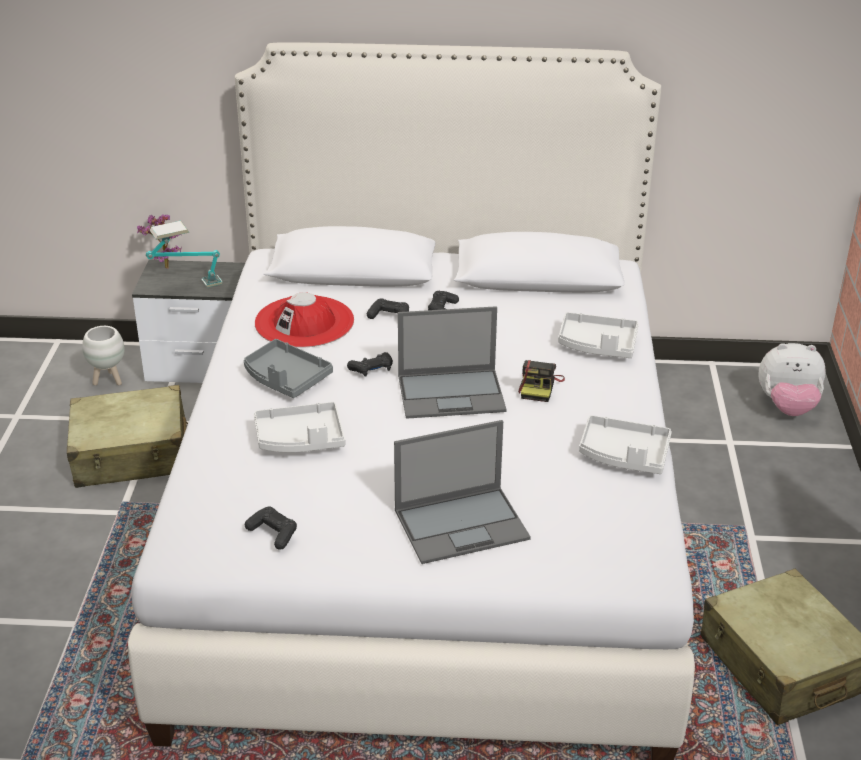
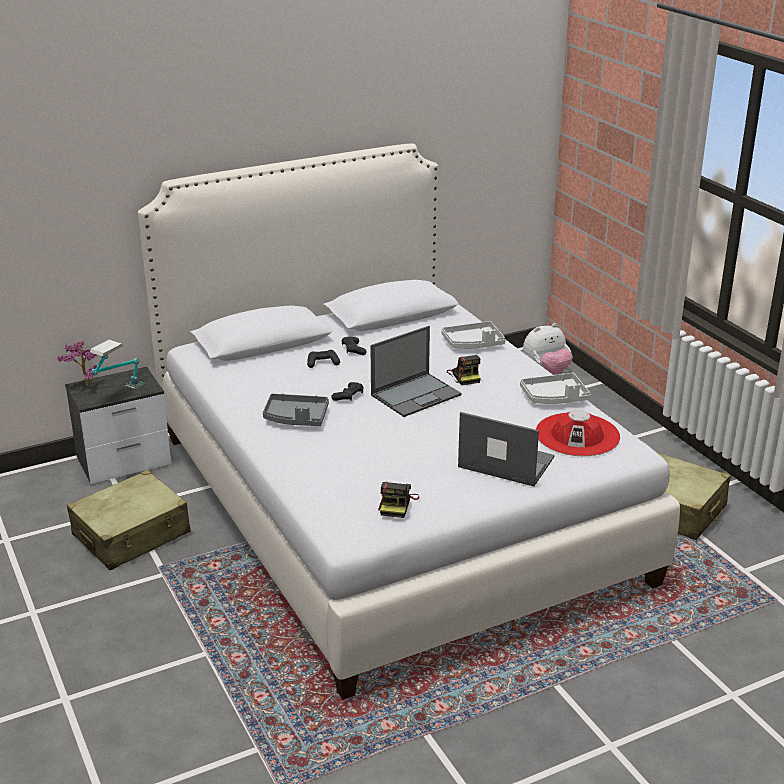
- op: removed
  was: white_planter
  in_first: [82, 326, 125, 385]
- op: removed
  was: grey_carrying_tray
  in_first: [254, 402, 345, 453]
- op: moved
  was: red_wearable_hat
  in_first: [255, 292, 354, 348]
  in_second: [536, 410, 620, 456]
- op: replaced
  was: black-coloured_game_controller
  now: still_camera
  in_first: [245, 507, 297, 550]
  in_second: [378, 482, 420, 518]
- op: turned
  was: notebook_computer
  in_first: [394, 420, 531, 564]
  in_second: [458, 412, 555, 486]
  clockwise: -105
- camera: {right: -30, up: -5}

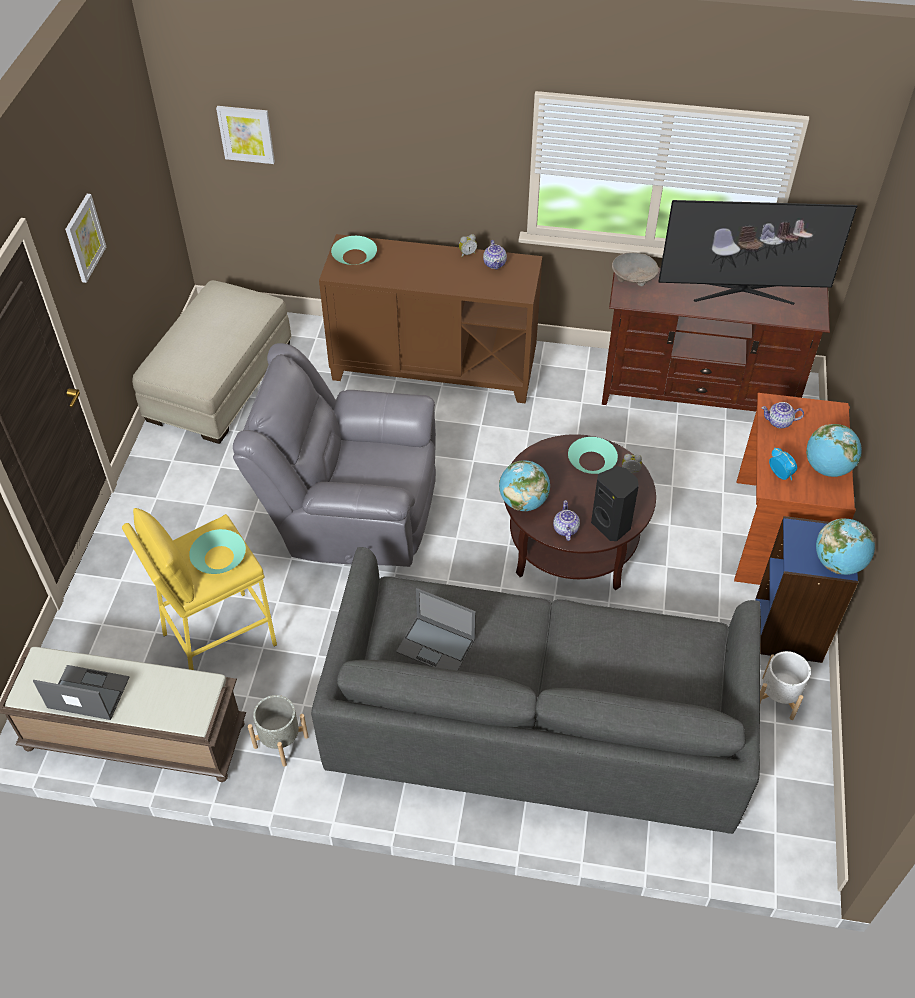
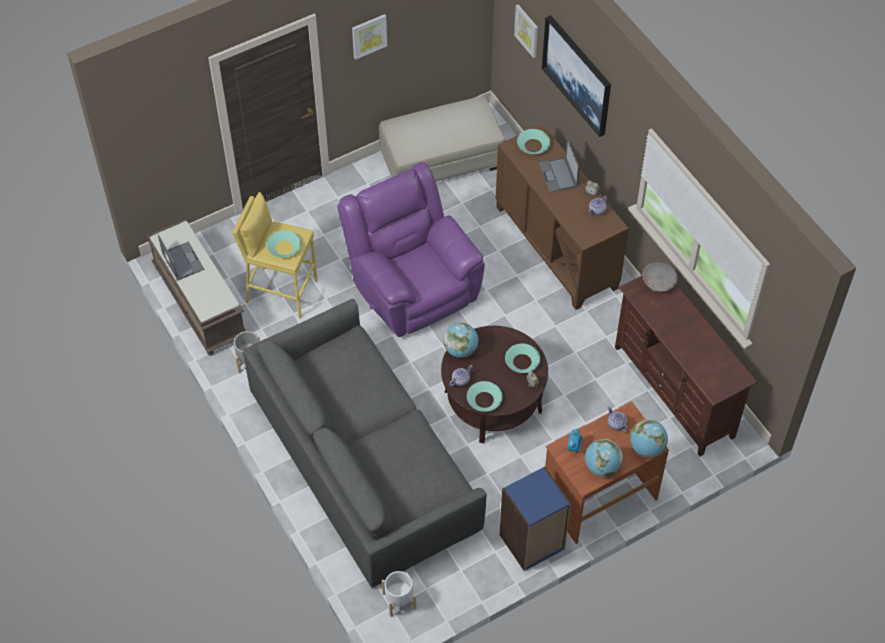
- op: removed
  was: TV
  in_first: [658, 200, 857, 305]
- op: added
  now: picture
  in_second: [542, 15, 611, 137]
- op: moved
  was: notebook_computer
  in_first: [396, 588, 476, 671]
  in_second: [539, 138, 580, 193]
- op: moved
  was: white_planter
  in_first: [760, 651, 811, 720]
  in_second: [382, 571, 416, 617]
- op: moved
  was: desk_globe
  in_first: [816, 518, 875, 575]
  in_second: [630, 420, 668, 457]
- op: replaced
  was: black-coloured_speaker
  now: turquoise-coloured_deep_dish
  in_first: [591, 466, 639, 541]
  in_second: [467, 381, 503, 412]
- op: recoloured
  was: grey_easy_chair
  now: purplish_easy_chair
  in_first: [233, 343, 436, 567]
  in_second: [337, 162, 485, 337]
- camera: {right: 50, up: 5}

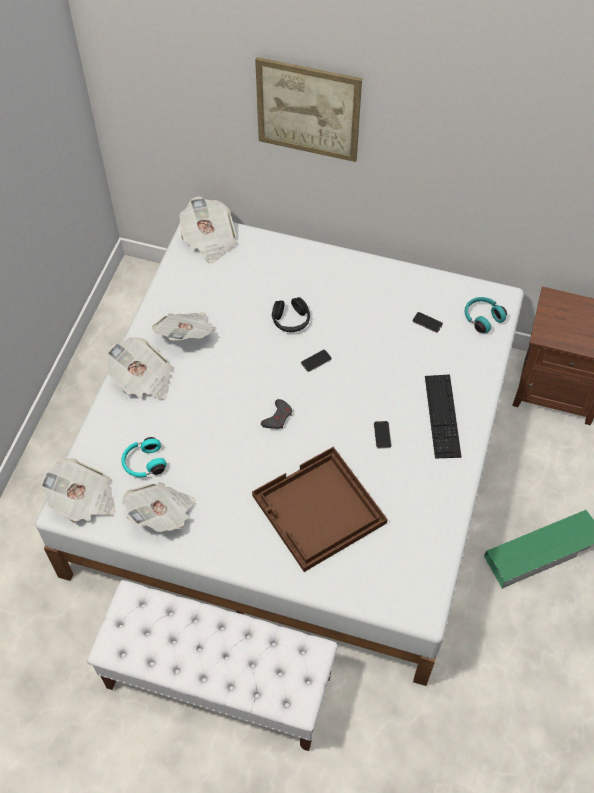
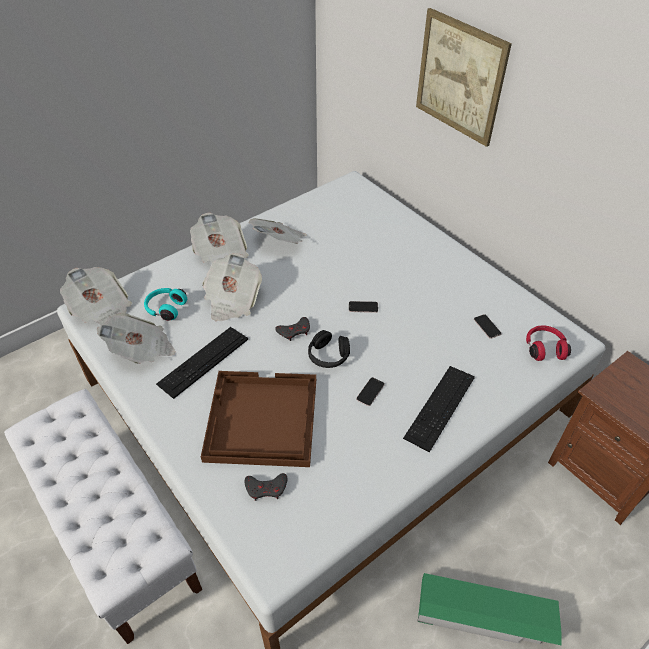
- op: added
  now: PC_keyboard
  in_second: [156, 327, 248, 399]
- op: added
  now: grey_game_controller
  in_second: [245, 473, 287, 501]
- op: moved
  was: newspaper
  in_first: [179, 196, 237, 263]
  in_second: [202, 253, 262, 321]
- op: moved
  was: black-coloured_pair_of_headphones
  in_first: [272, 297, 310, 332]
  in_second: [308, 330, 350, 368]
- op: recoloured
  was: turquoise-coloured_pair_of_headphones
  now: red_pair_of_headphones
  in_first: [465, 297, 507, 333]
  in_second: [526, 326, 571, 361]
- camera: {right: 35, up: -10}

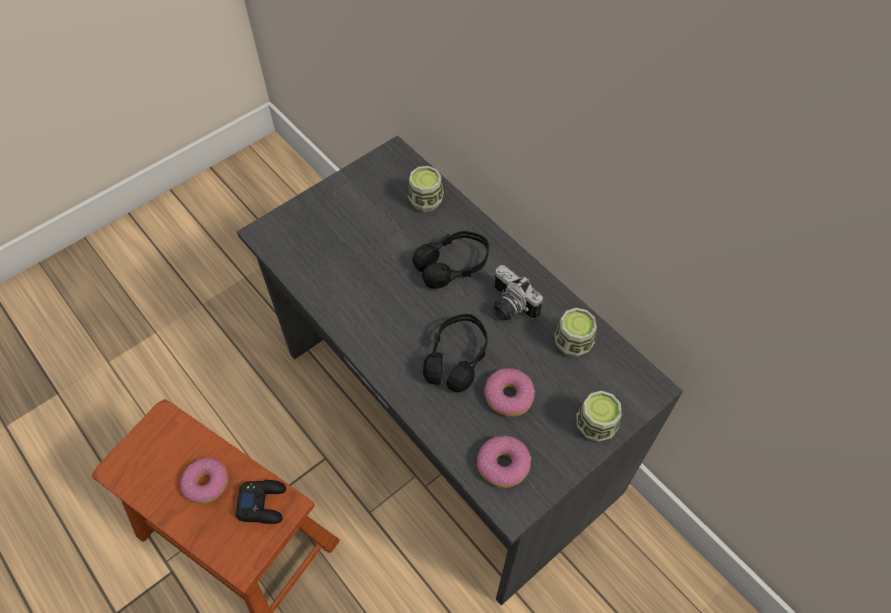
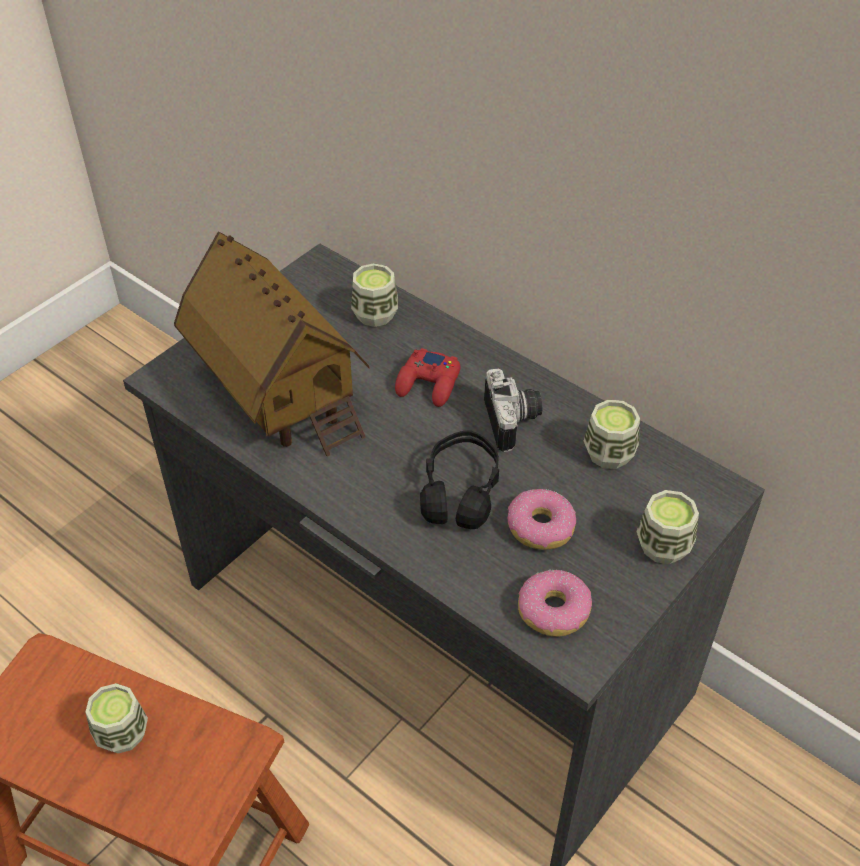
- op: removed
  was: black-coloured_game_controller
  in_first: [235, 480, 286, 524]
- op: added
  now: toy_house
  in_second: [174, 231, 370, 457]
- op: replaced
  was: donut
  now: small_cup
  in_first: [180, 458, 228, 504]
  in_second: [86, 683, 148, 753]
- op: replaced
  was: black-coloured_pair_of_headphones
  now: red_game_controller
  in_first: [412, 231, 489, 289]
  in_second: [395, 348, 460, 407]
- op: turned
  was: still_camera
  in_first: [493, 265, 543, 321]
  in_second: [484, 369, 542, 452]
  clockwise: -135
- camera: {right: -10, up: -10}

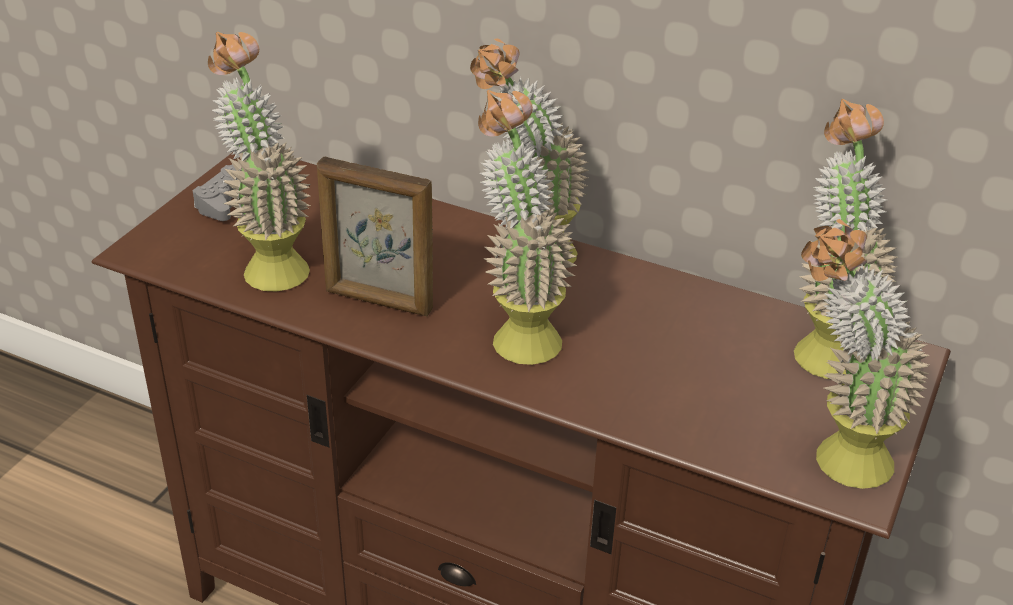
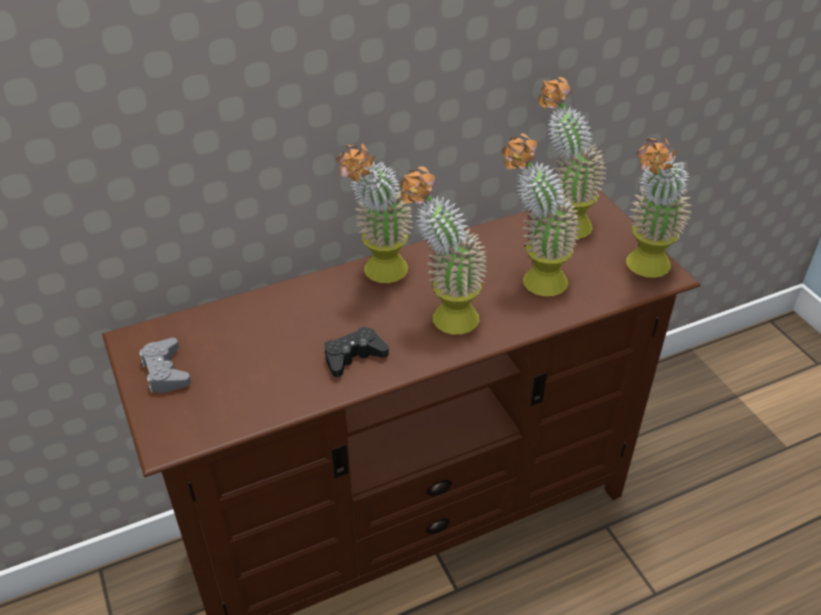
- op: moved
  was: houseplant
  in_first: [208, 32, 311, 291]
  in_second: [502, 134, 581, 296]
- op: replaced
  was: picture_frame
  now: black-coloured_game_controller
  in_first: [317, 156, 433, 316]
  in_second: [325, 326, 389, 377]
- camera: {right: -50, up: 5}

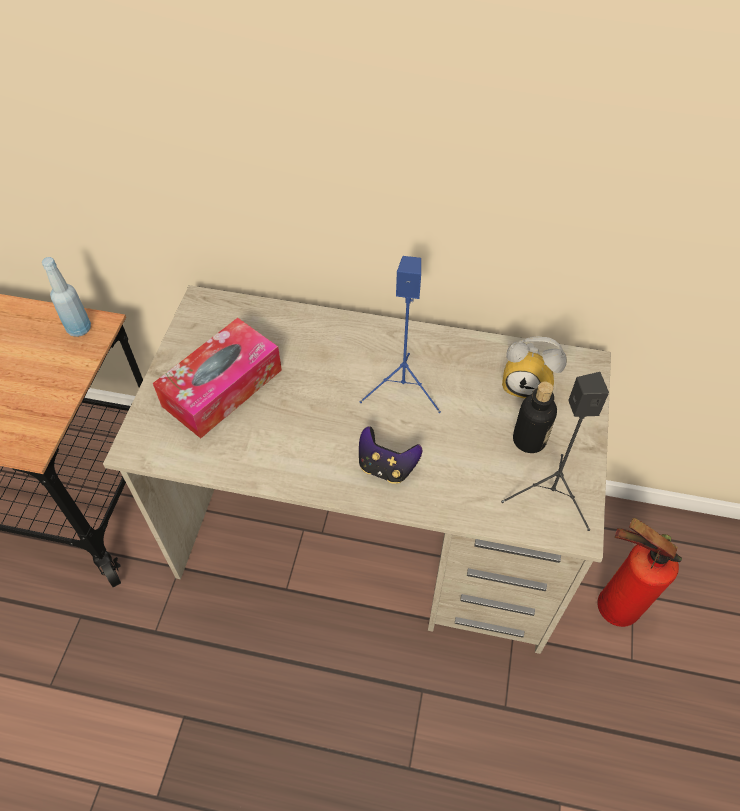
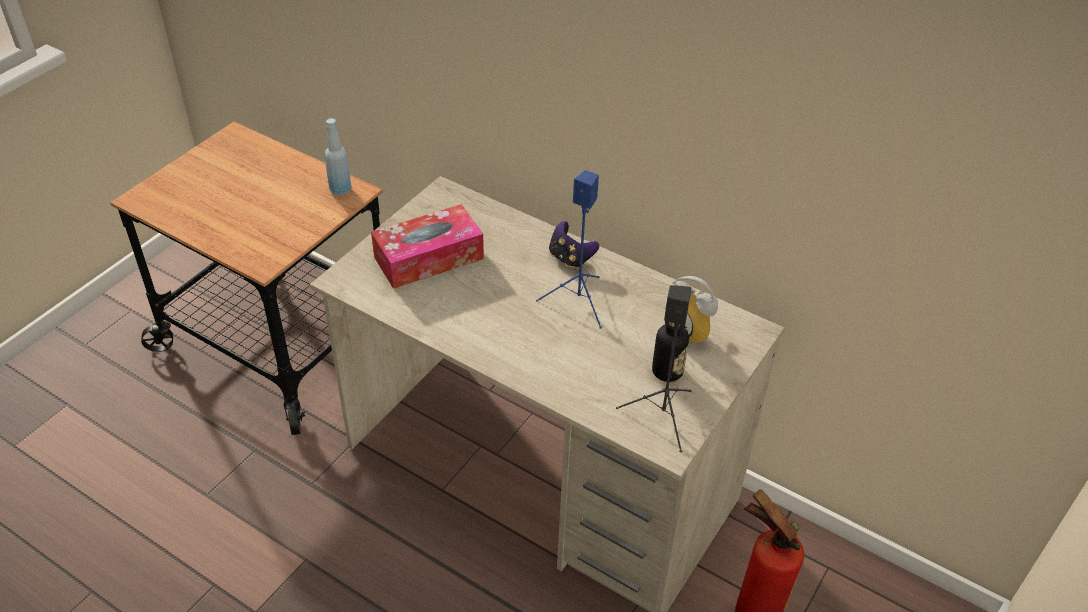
- op: moved
  was: game_controller
  in_first: [359, 426, 422, 484]
  in_second: [549, 221, 599, 270]
- camera: {right: 20, up: -10}

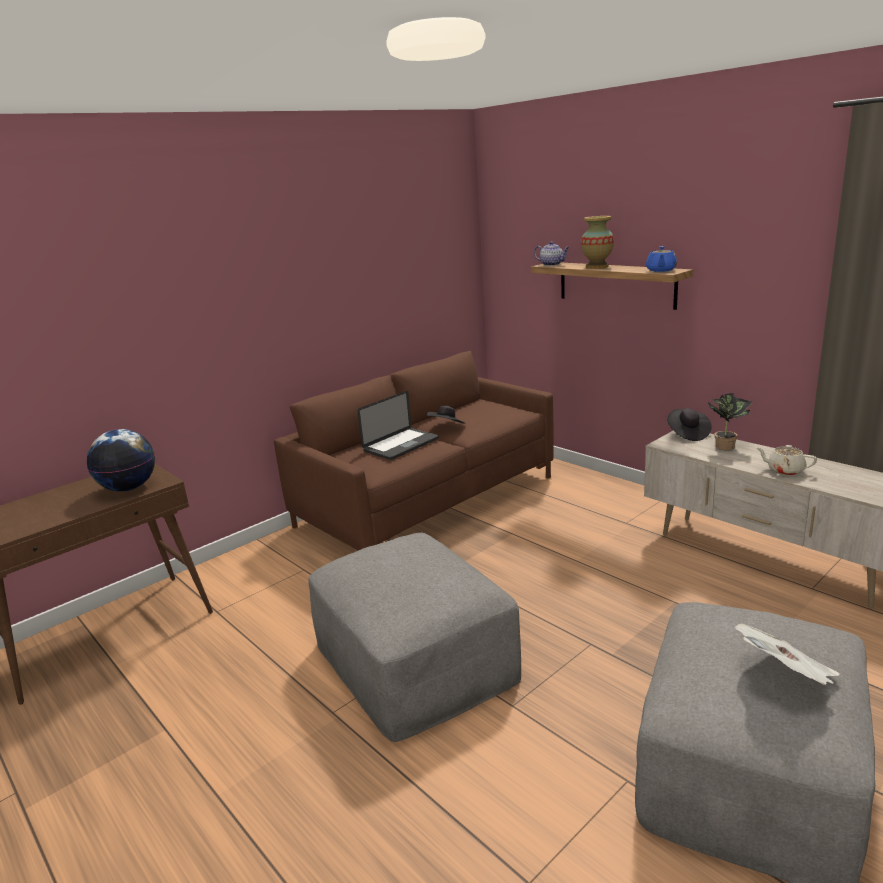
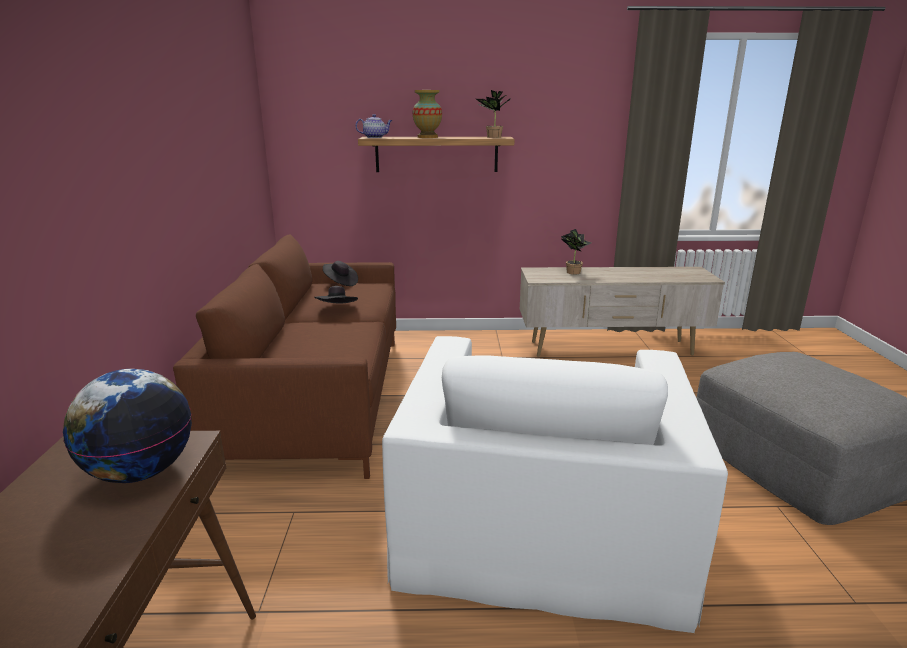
- op: removed
  was: notebook_computer
  in_first: [357, 391, 439, 460]
- op: removed
  was: newspaper
  in_first: [735, 624, 840, 685]
- op: removed
  was: sand-coloured_teapot
  in_first: [756, 445, 817, 476]
- op: moved
  was: black-coloured_wearable_hat
  in_first: [667, 408, 711, 441]
  in_second: [323, 261, 358, 286]
- op: replaced
  was: grey_pouffe
  now: white_easy_chair
  in_first: [308, 533, 521, 742]
  in_second: [382, 336, 728, 633]
- op: replaced
  was: bluish_teapot
  now: houseplant
  in_first: [646, 246, 677, 272]
  in_second: [476, 90, 511, 138]
- camera: {right: -50, up: 0}

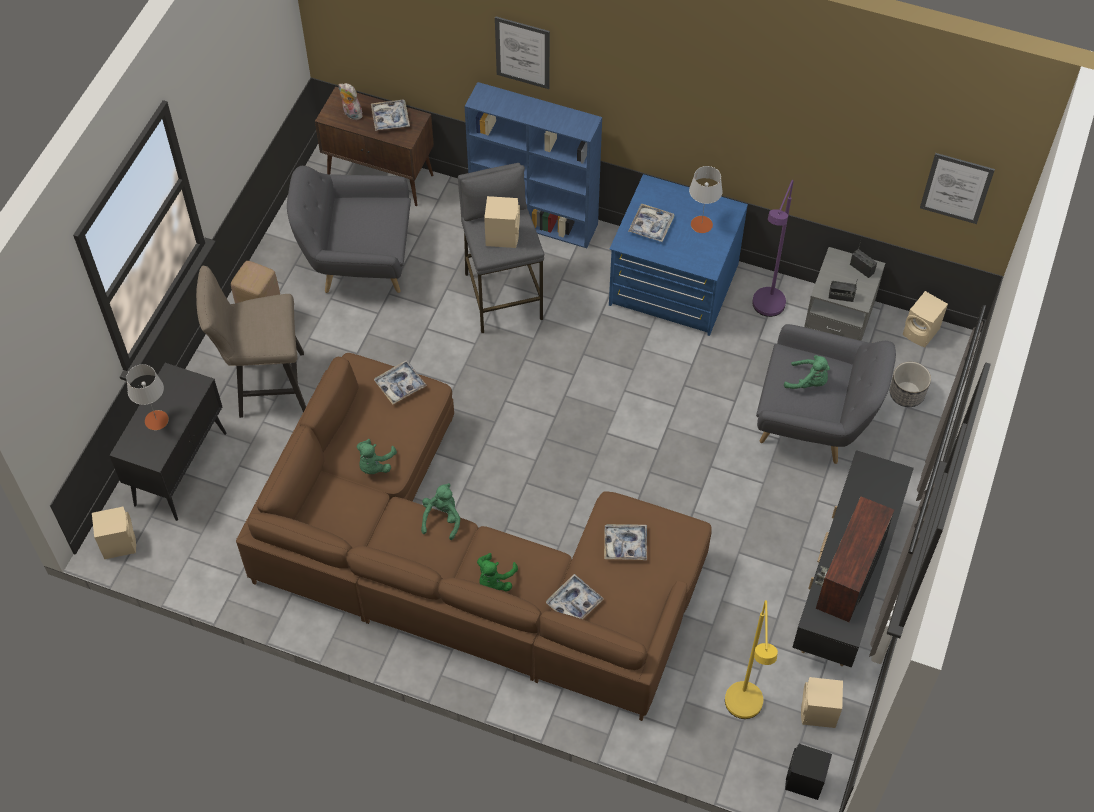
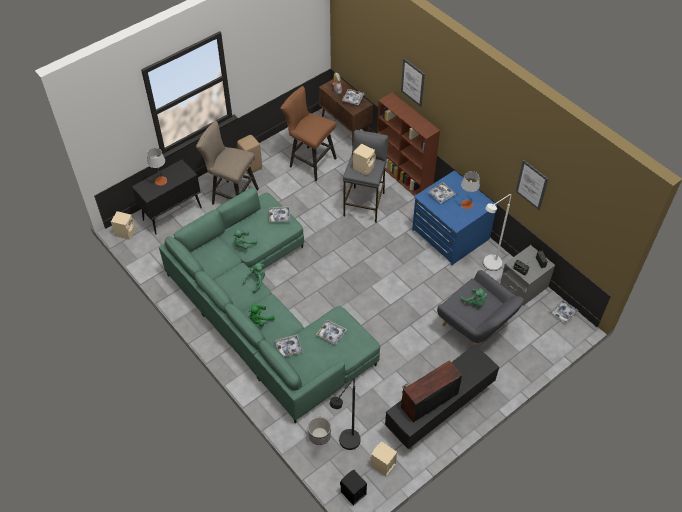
- op: moved
  was: planter
  in_first: [890, 362, 931, 407]
  in_second: [308, 417, 331, 445]
- op: moved
  was: picture
  in_first: [920, 153, 995, 224]
  in_second: [516, 160, 548, 210]
- op: replaced
  was: grey_easy_chair
  now: brown_stool_seat
  in_first: [287, 166, 411, 293]
  in_second: [280, 86, 337, 181]
- op: replaced
  was: sand-coloured_speaker
  now: carrying_tray
  in_first: [902, 291, 948, 347]
  in_second: [550, 299, 578, 323]
- op: recoloured
  was: brown_sofa
  now: green-coloured_sofa
  in_first: [236, 353, 712, 721]
  in_second: [159, 188, 380, 423]
- op: recoloured
  was: bluish_shelving_unit
  now: brown_shelving_unit
  in_first: [465, 82, 602, 248]
  in_second: [377, 93, 440, 196]
- op: recoloured
  was: yellowish_standard_lamp
  now: black-coloured_standard_lamp
  in_first: [725, 600, 778, 719]
  in_second: [330, 378, 361, 450]
- op: recoloured
  was: purplish_standard_lamp
  now: white_standard_lamp
  in_first: [752, 180, 794, 317]
  in_second: [483, 194, 511, 271]
- camera: {right: 30, up: -5}

